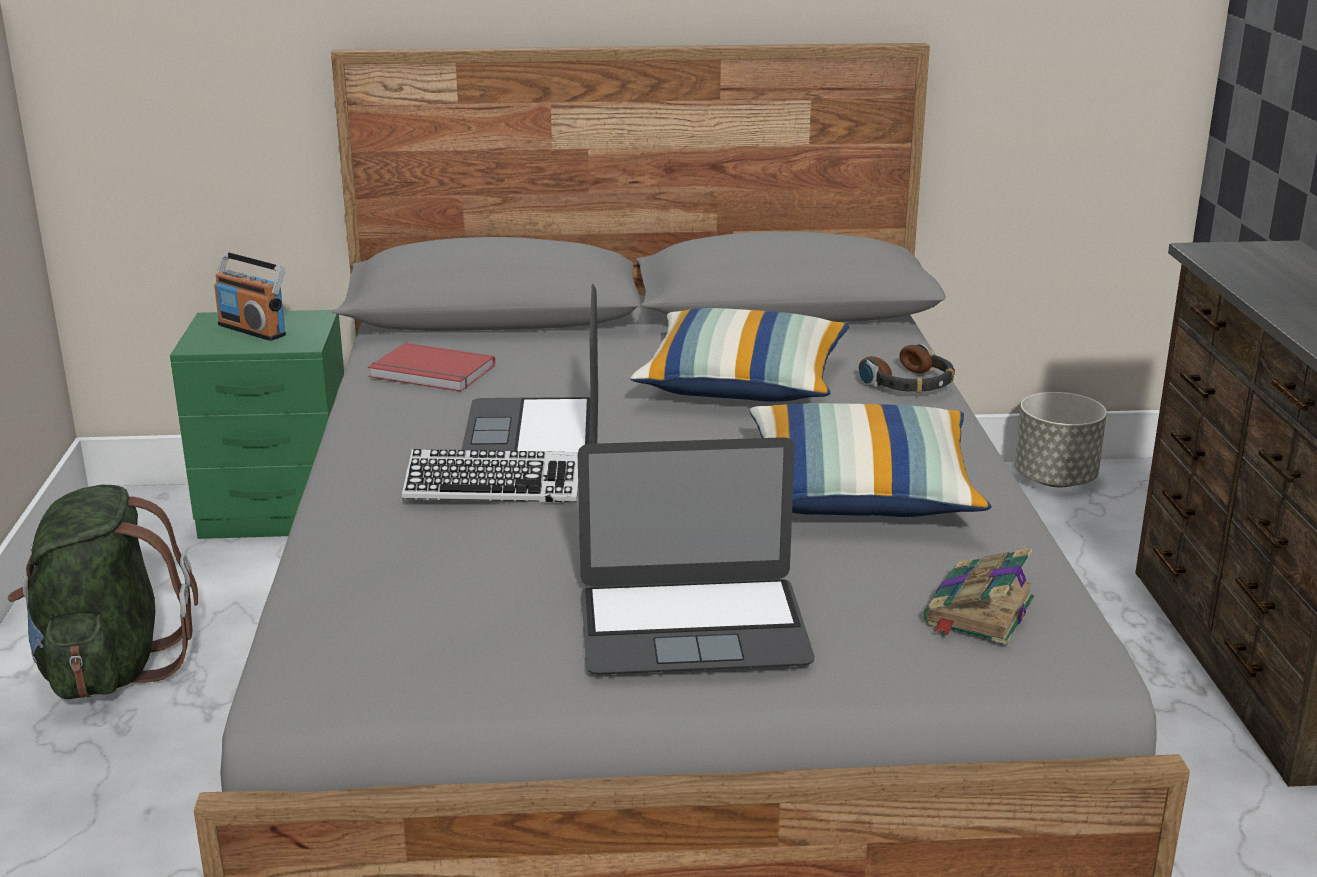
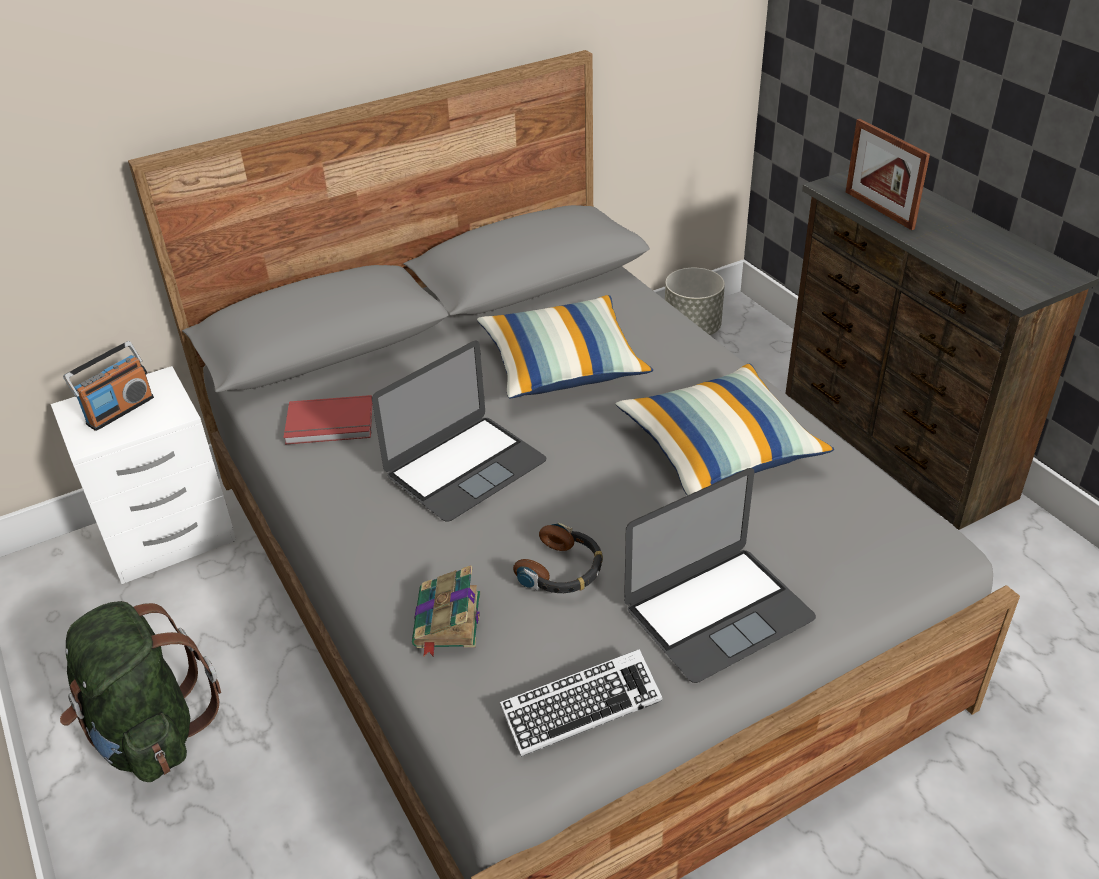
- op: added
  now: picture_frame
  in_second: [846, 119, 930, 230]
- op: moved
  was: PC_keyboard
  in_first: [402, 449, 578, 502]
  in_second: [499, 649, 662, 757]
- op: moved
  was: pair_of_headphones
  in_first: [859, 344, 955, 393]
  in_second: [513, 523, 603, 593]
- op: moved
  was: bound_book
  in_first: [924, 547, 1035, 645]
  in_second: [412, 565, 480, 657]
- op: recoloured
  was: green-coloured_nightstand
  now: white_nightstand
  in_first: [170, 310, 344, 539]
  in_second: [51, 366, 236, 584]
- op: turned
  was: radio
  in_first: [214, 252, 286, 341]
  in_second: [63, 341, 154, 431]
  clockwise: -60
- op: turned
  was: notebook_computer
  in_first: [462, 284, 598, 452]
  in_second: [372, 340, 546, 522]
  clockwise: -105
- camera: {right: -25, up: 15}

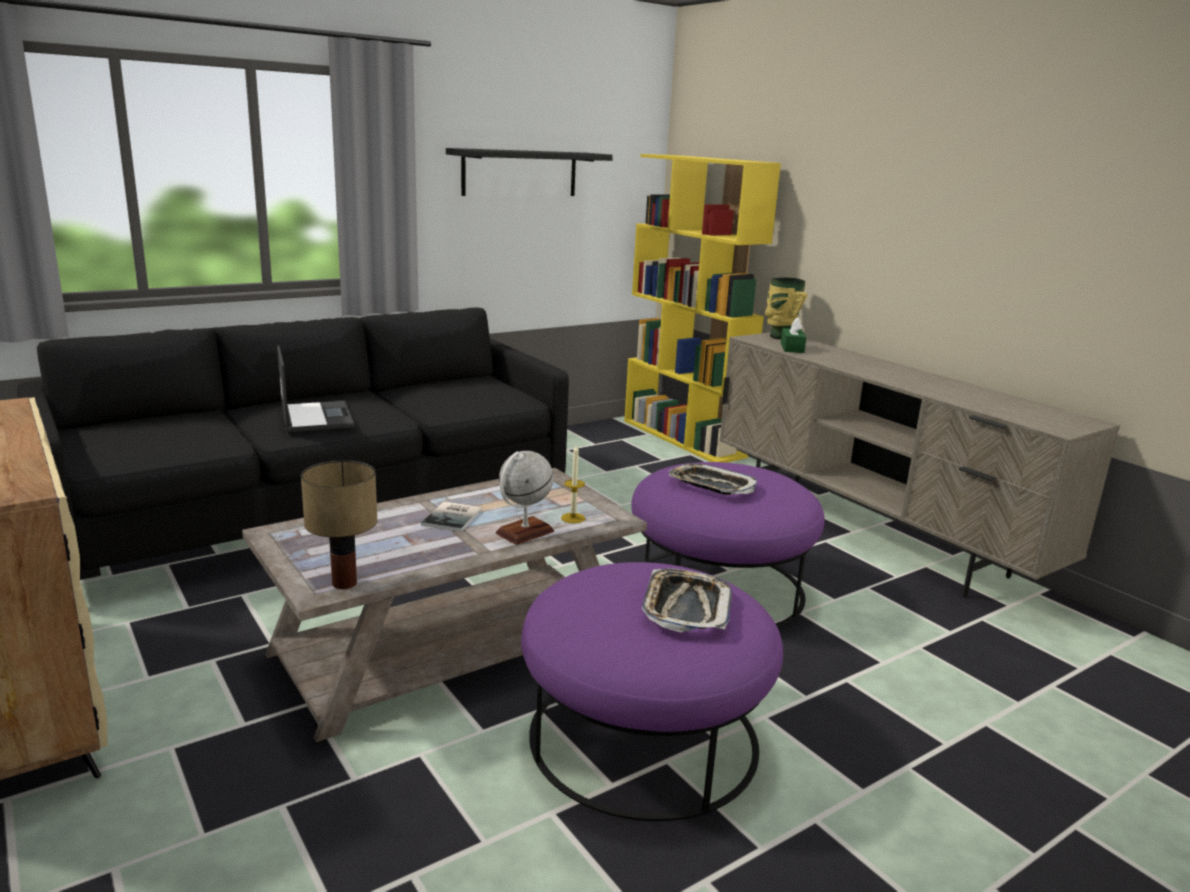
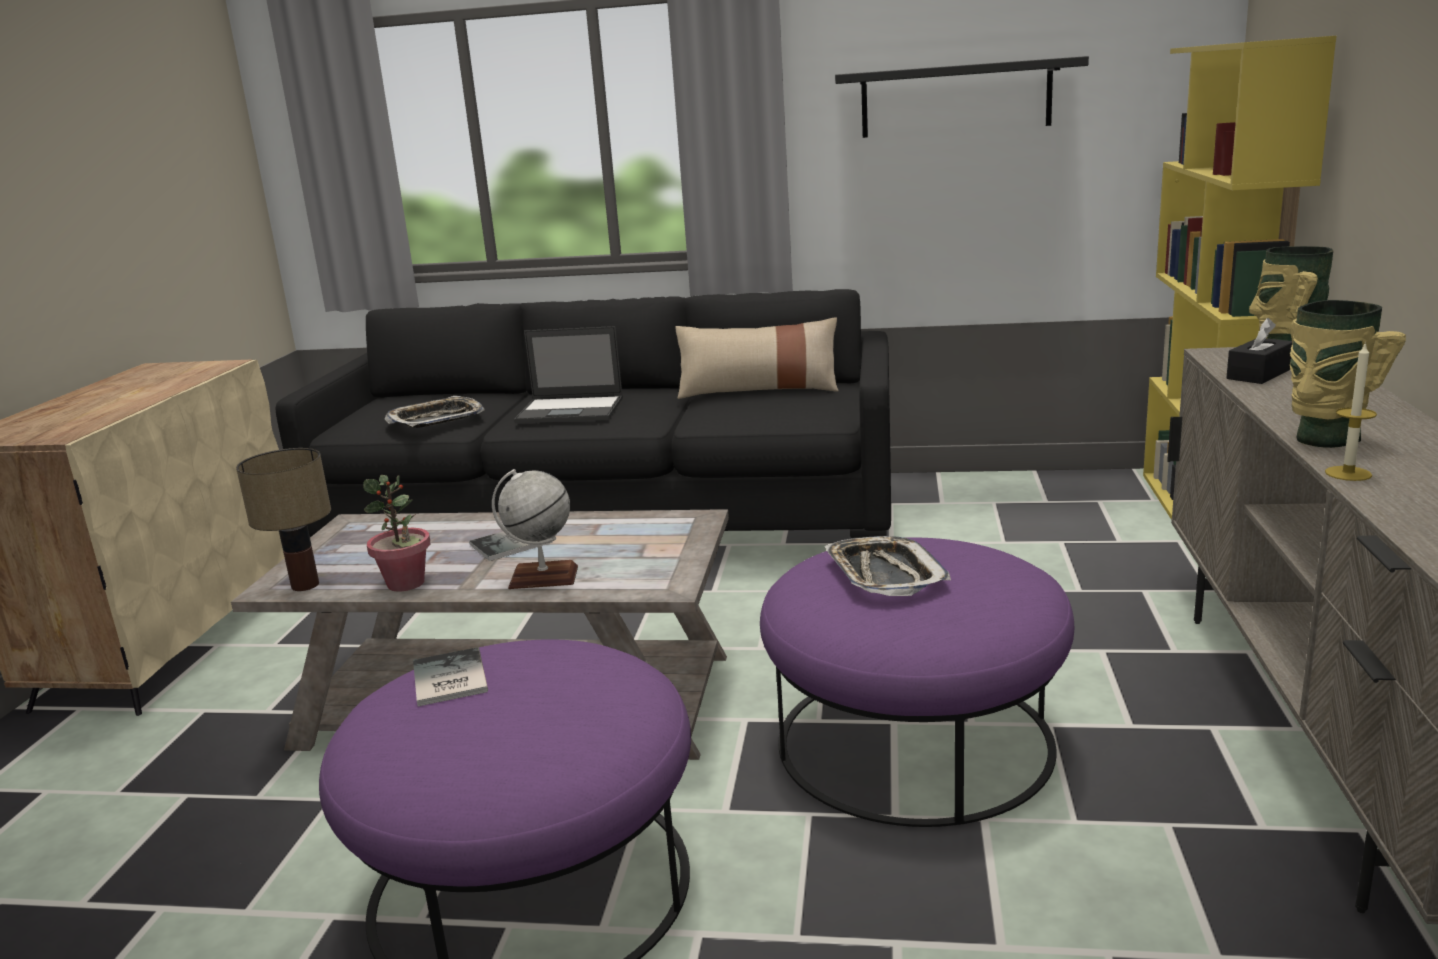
- op: added
  now: houseplant
  in_second: [363, 475, 430, 592]
- op: added
  now: bound_book
  in_second: [413, 647, 488, 706]
- op: added
  now: sand-coloured_cushion
  in_second: [675, 317, 839, 399]
- op: added
  now: vase
  in_second: [1290, 300, 1406, 448]
- op: moved
  was: wax_candle
  in_first: [561, 445, 585, 523]
  in_second: [1325, 342, 1377, 481]
- op: moved
  was: carrying_tray
  in_first: [642, 568, 732, 632]
  in_second: [385, 396, 484, 428]
- op: recoloured
  was: green-coloured_tissue_holder
  now: black-coloured_tissue_holder
  in_first: [781, 317, 807, 353]
  in_second: [1227, 318, 1293, 384]
- op: turned
  was: notebook_computer
  in_first: [277, 345, 355, 432]
  in_second: [514, 326, 623, 423]
  clockwise: 75
- camera: {right: 45, up: 0}

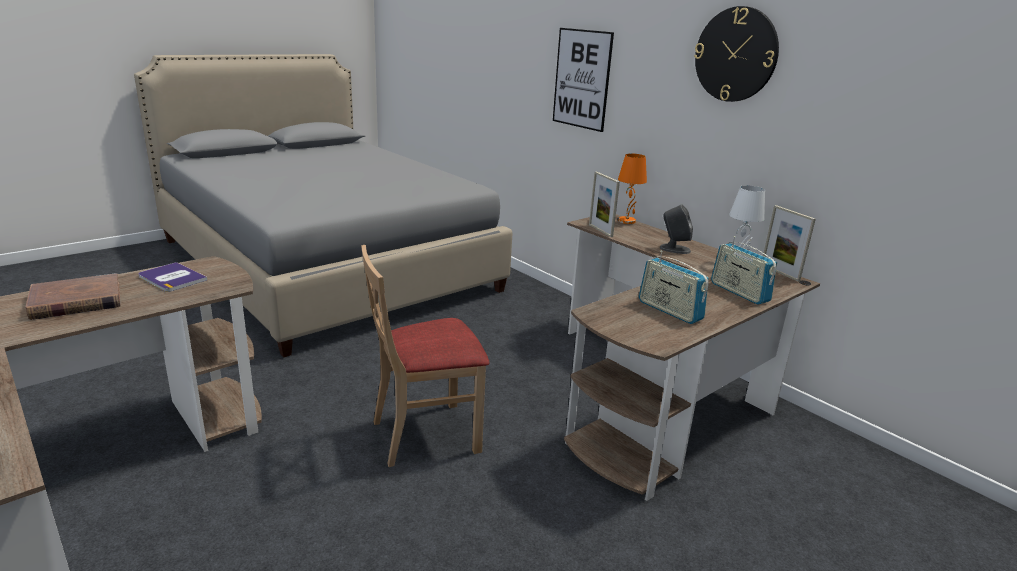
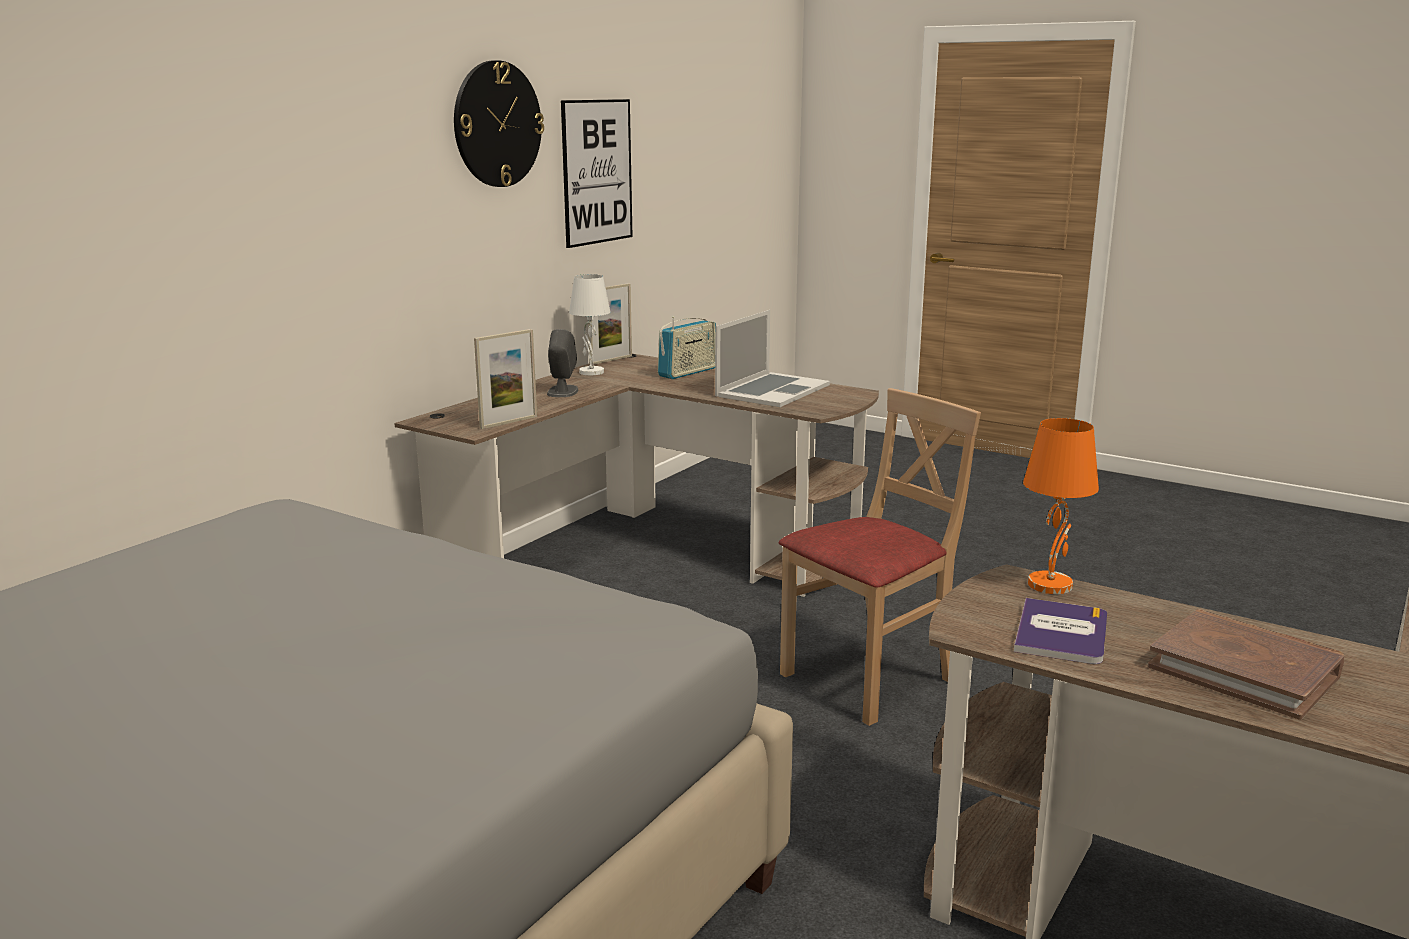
- op: moved
  was: picture
  in_first: [553, 28, 614, 132]
  in_second: [561, 99, 633, 248]
- op: moved
  was: orangey_tabletop_lamp
  in_first: [618, 154, 647, 224]
  in_second: [1023, 418, 1099, 594]
- op: replaced
  was: radio
  now: notebook_computer
  in_first: [639, 251, 709, 324]
  in_second: [715, 310, 830, 407]
- op: turned
  was: sand-coloured_chair
  in_first: [361, 245, 490, 467]
  in_second: [779, 388, 981, 726]
  clockwise: -90
- camera: {right: -105, up: -5}

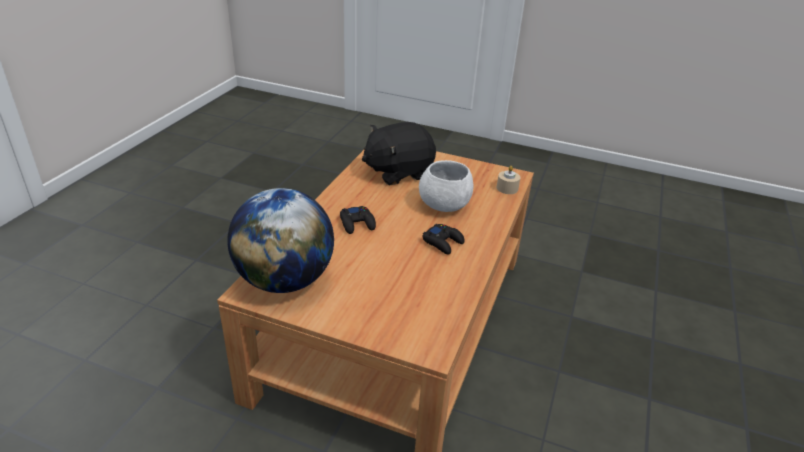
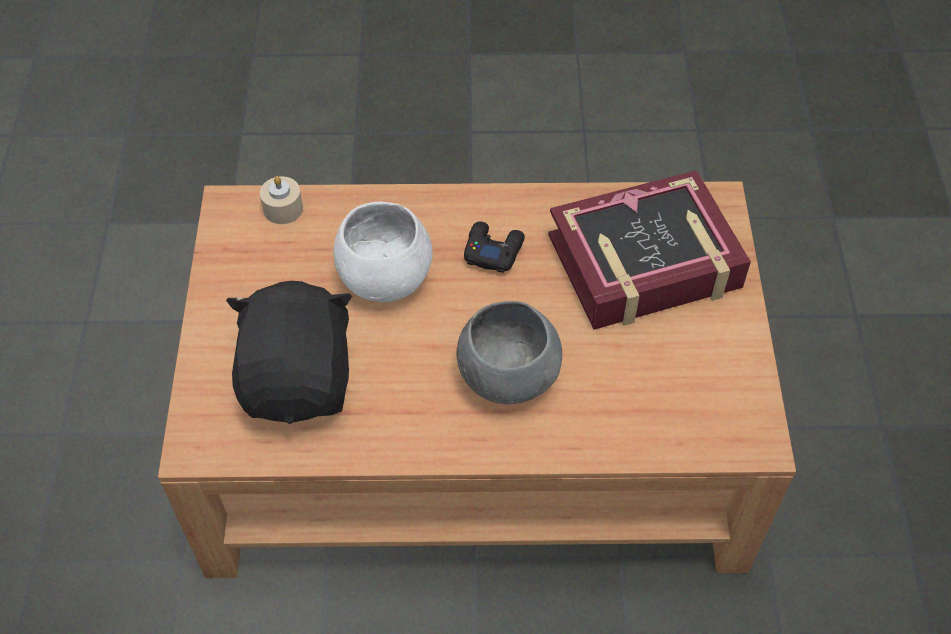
- op: removed
  was: desk_globe
  in_first: [227, 188, 334, 293]
- op: added
  now: bound_book
  in_second: [548, 170, 751, 330]
- op: replaced
  was: black-coloured_game_controller
  now: grey_deep_dish
  in_first: [340, 206, 376, 234]
  in_second: [456, 301, 562, 404]
- op: turned
  was: black-coloured_cuddly_toy
  in_first: [362, 122, 436, 185]
  in_second: [226, 281, 352, 424]
  clockwise: -135
- camera: {right: -110, up: 20}

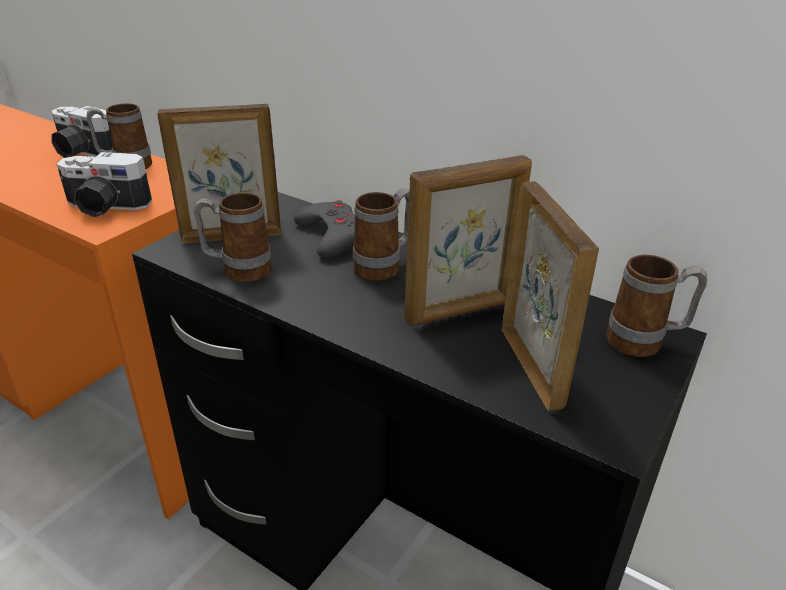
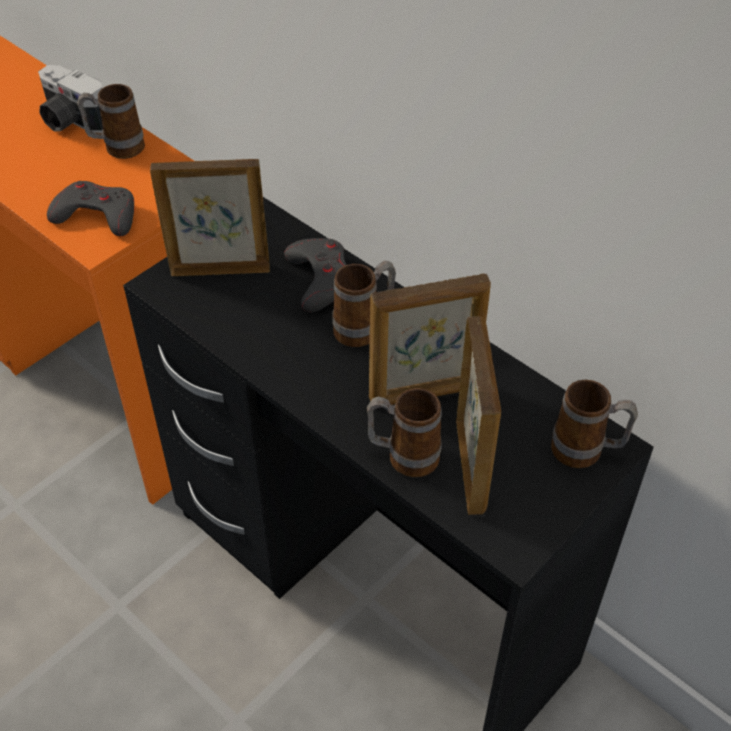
- op: moved
  was: tea_mug
  in_first: [194, 192, 272, 283]
  in_second: [367, 388, 442, 477]
- op: replaced
  was: still_camera
  now: grey_game_controller
  in_first: [56, 152, 152, 217]
  in_second: [47, 181, 134, 236]
- camera: {right: 10, up: 15}

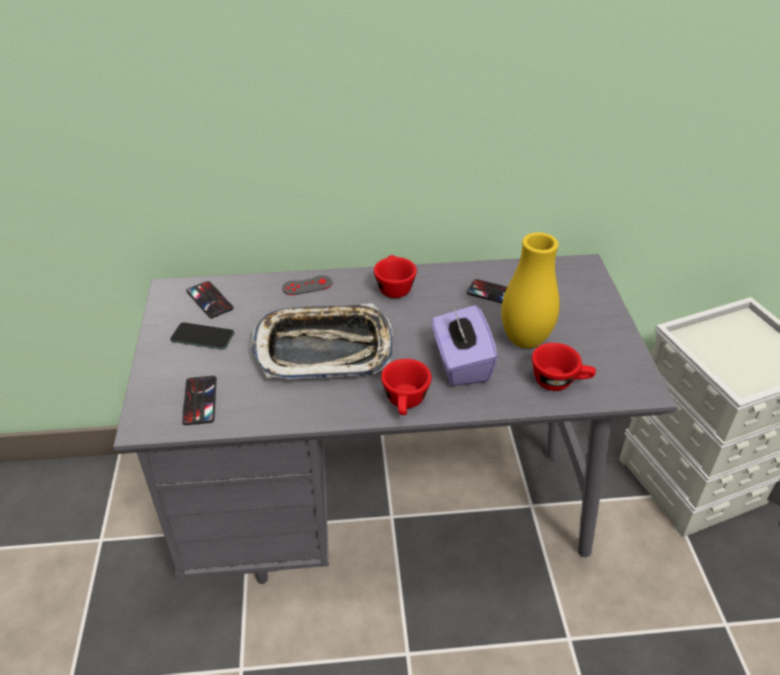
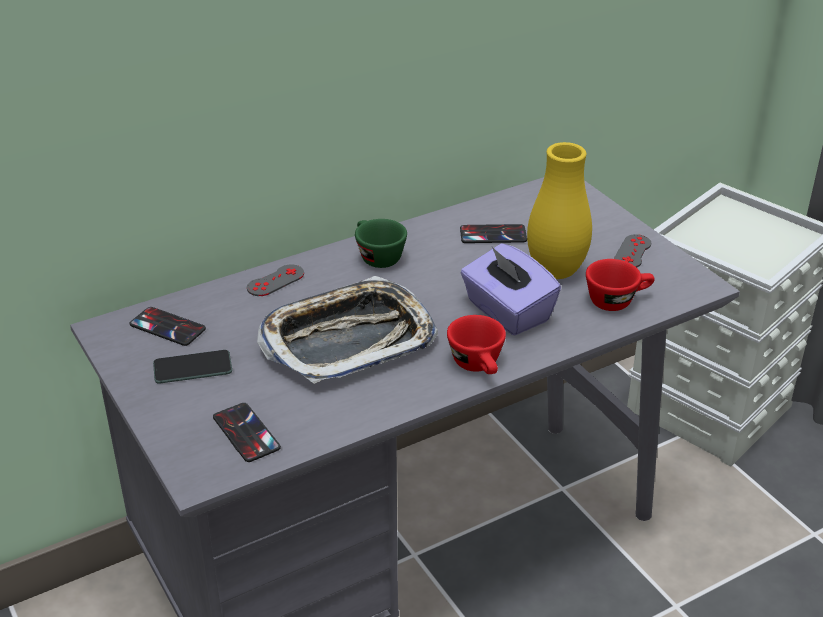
- op: added
  now: grey_game_controller
  in_second: [614, 234, 651, 268]
- op: recoloured
  was: red_small_cup
  now: green-coloured_small_cup
  in_first: [374, 255, 417, 298]
  in_second: [355, 219, 407, 268]
- camera: {right: -25, up: -5}

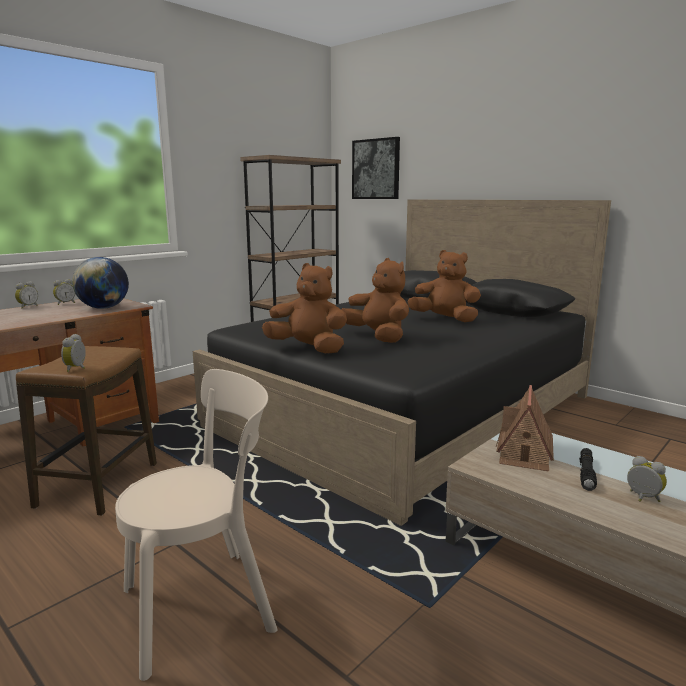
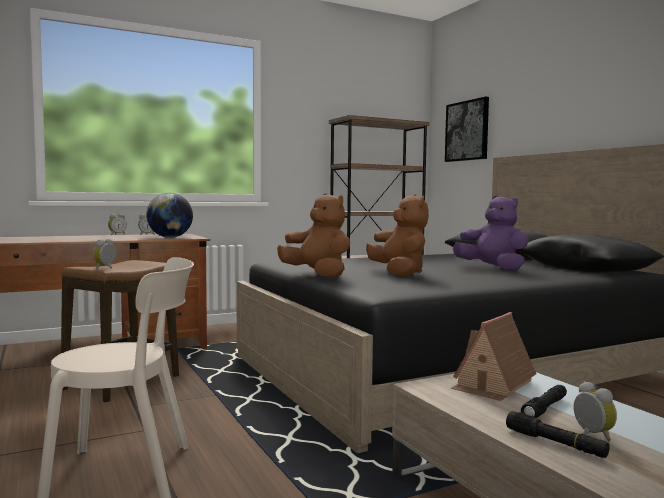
- op: added
  now: black-coloured_flashlight
  in_second: [506, 411, 610, 458]
- op: recoloured
  was: brown_cuddly_toy
  now: purplish_cuddly_toy
  in_first: [407, 250, 481, 322]
  in_second: [453, 196, 529, 271]
- camera: {right: 20, up: -10}

